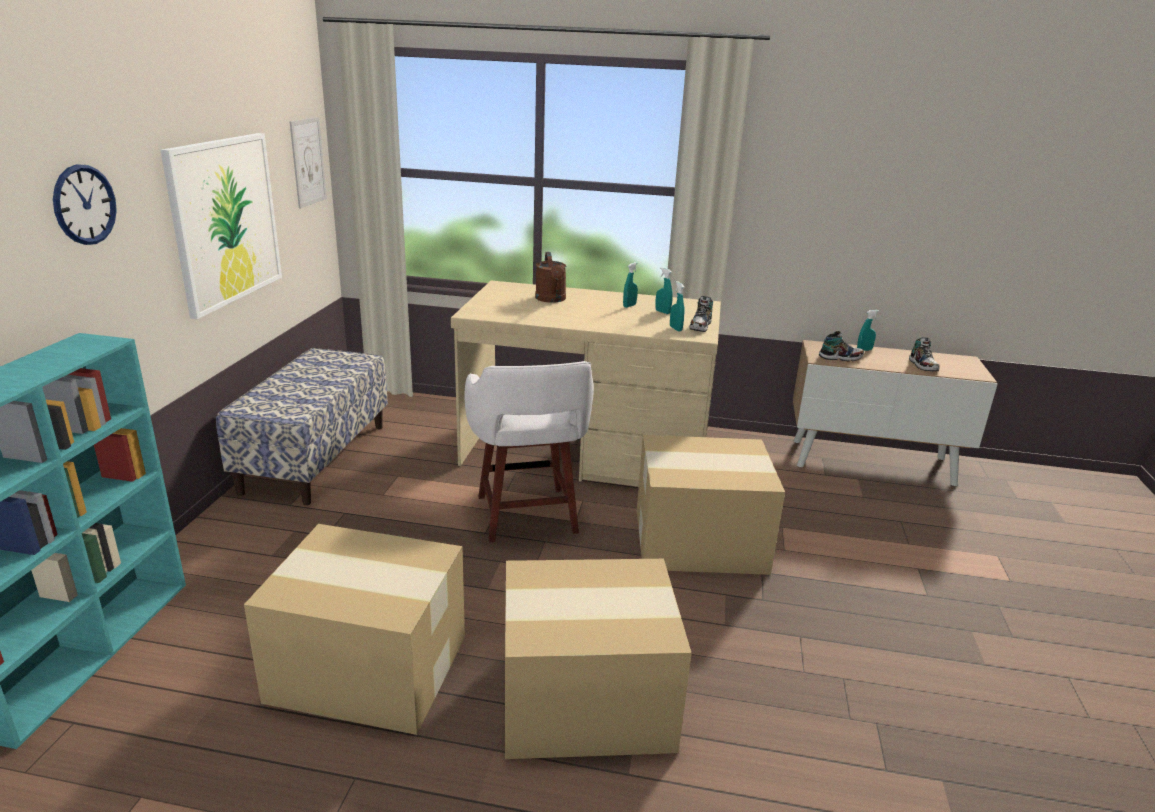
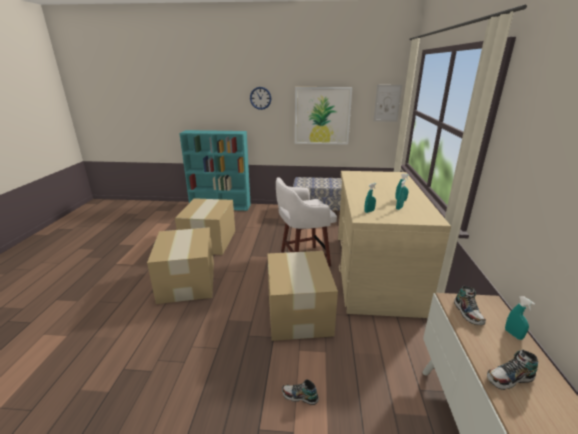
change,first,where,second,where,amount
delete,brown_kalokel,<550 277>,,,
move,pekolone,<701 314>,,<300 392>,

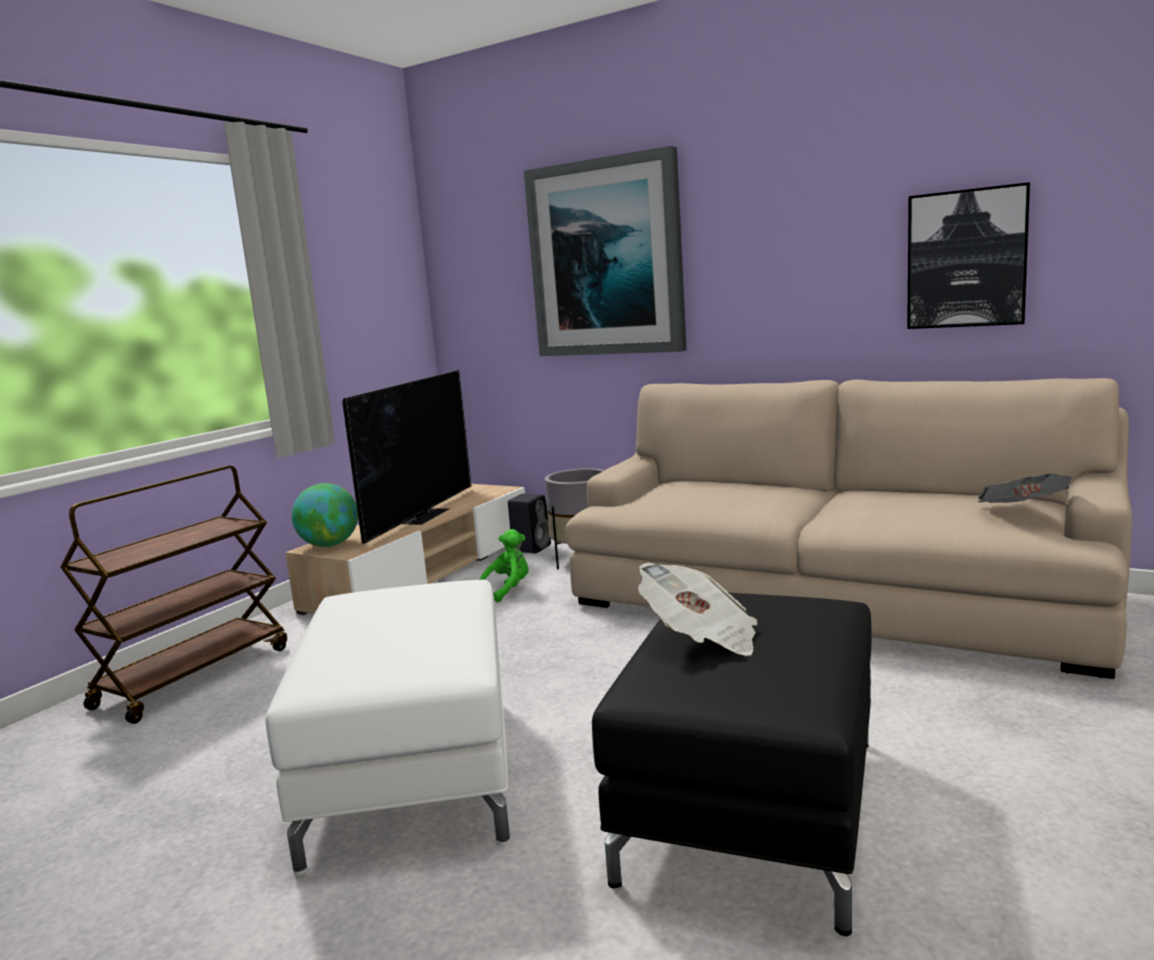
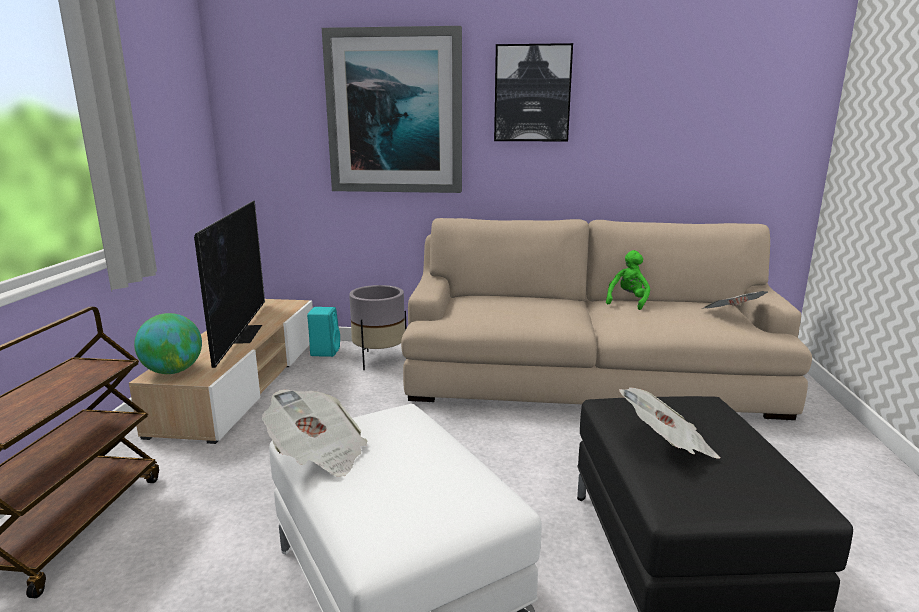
change,first,where,second,where,amount
insert,,,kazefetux,<315 433>,
move,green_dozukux,<504 566>,,<628 280>,
move,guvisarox,<968 255>,,<533 92>,
recolor,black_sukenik,<529 523>,turquoise_sukenik,<323 332>,

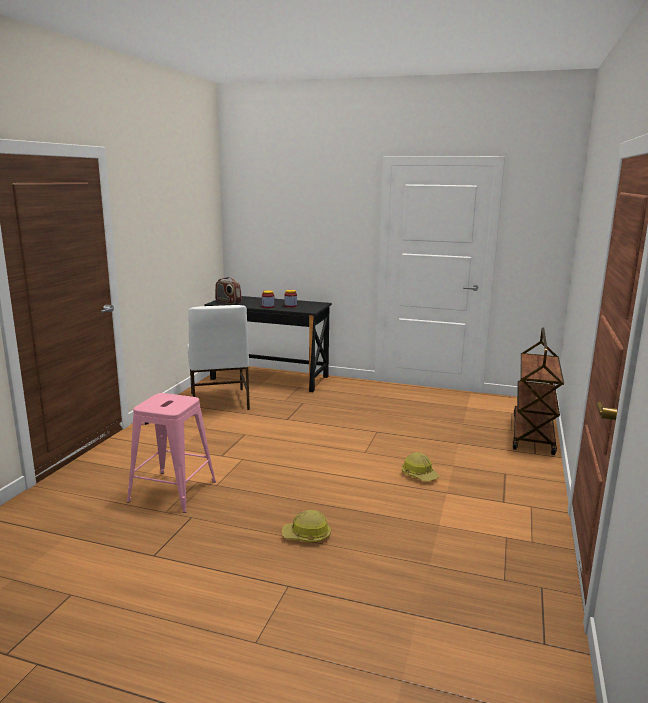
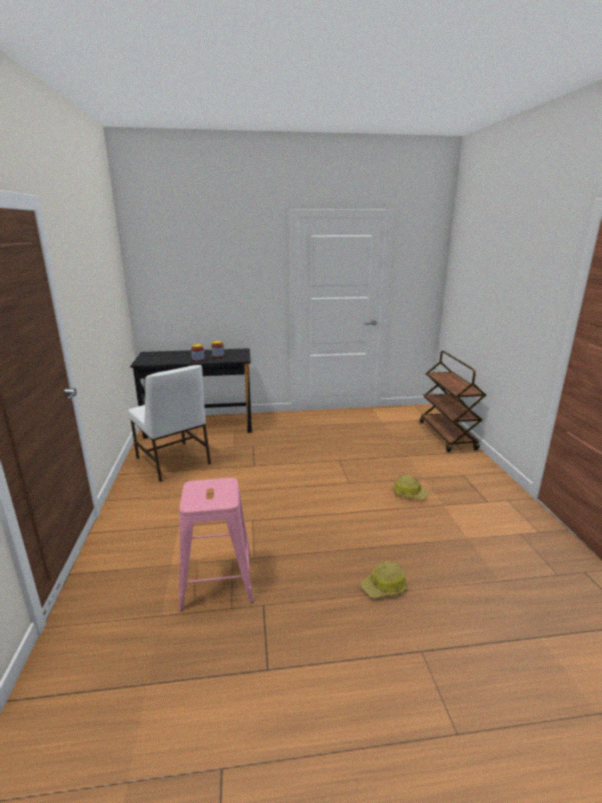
change,first,where,second,where,amount
delete,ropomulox,<228 290>,,,

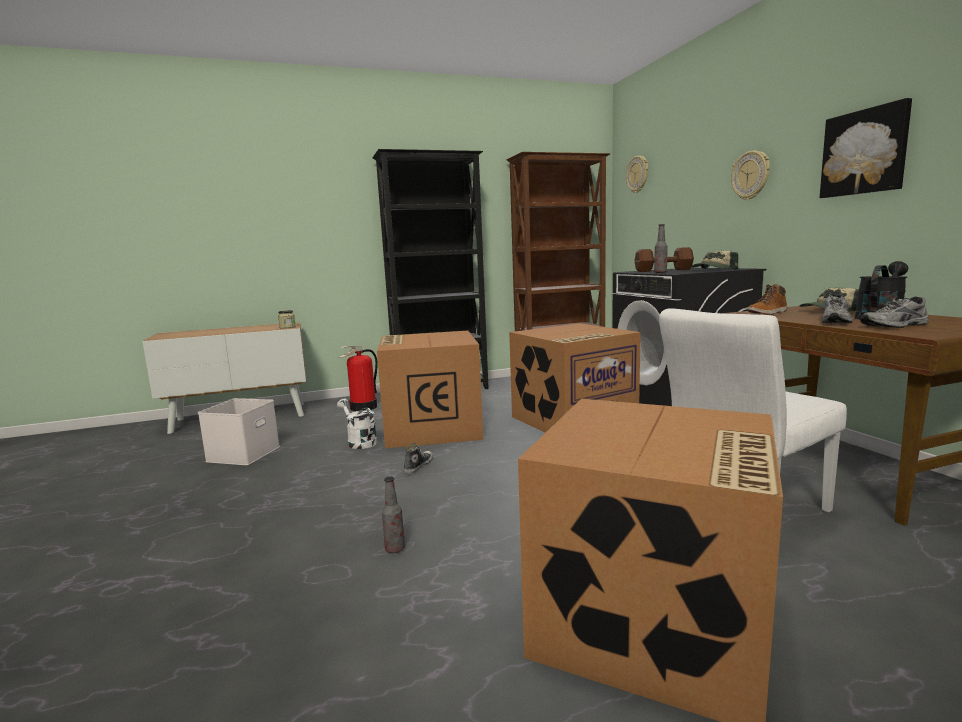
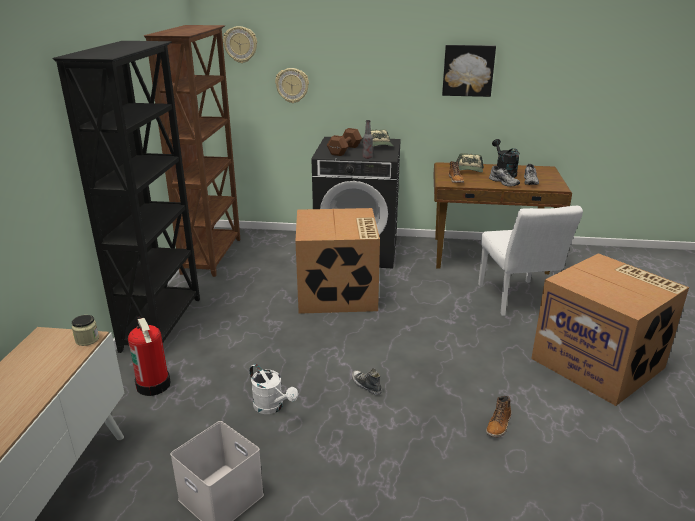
change,first,where,second,where,amount
delete,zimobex,<430 389>,,,
move,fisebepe,<750 175>,,<292 85>,
replace,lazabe,<393 515>,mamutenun,<498 416>,
rotate,white_kalokel,<357 424>,,<273 389>,120 degrees counterclockwise

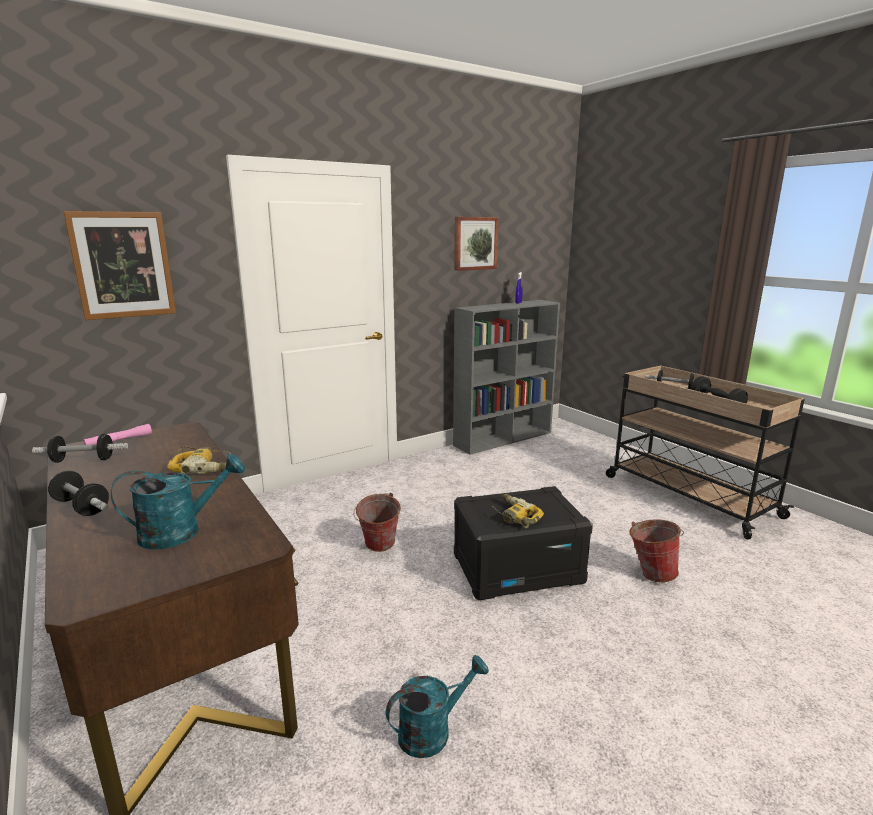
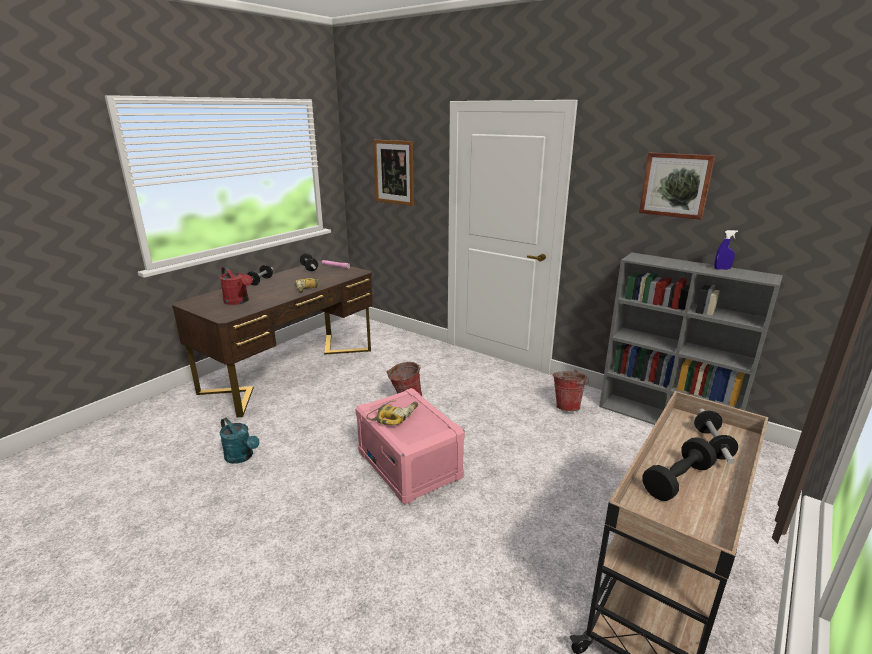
change,first,where,second,where,amount
move,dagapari,<656 550>,,<571 390>,
recolor,turquoise_kalokel,<178 501>,red_kalokel,<236 285>,
recolor,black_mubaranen,<523 543>,pink_mubaranen,<410 446>,

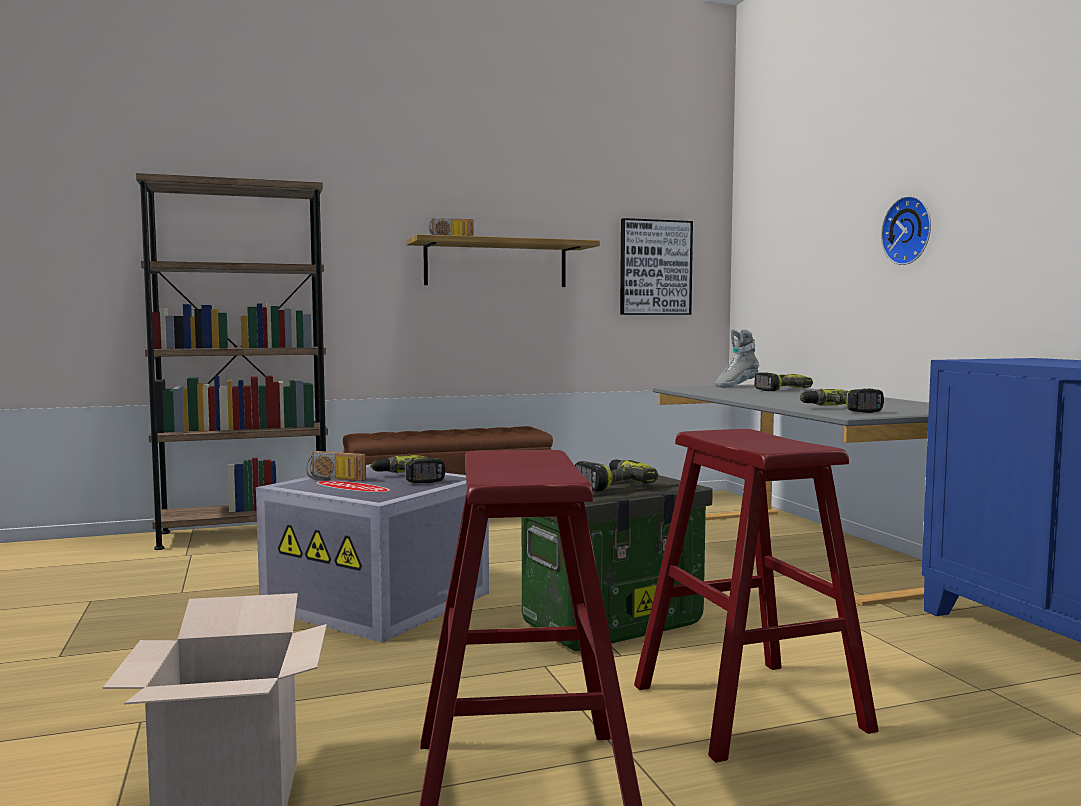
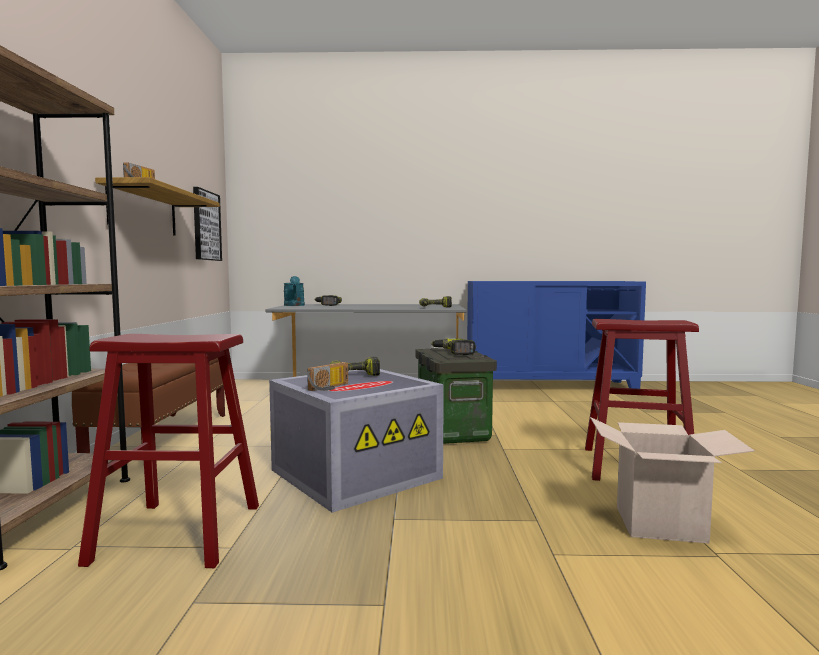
change,first,where,second,where,amount
delete,fisebepe,<906 230>,,,
move,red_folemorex,<756 596>,,<168 451>,
replace,grey_mamutenun,<737 358>,turquoise_kalokel,<294 291>,

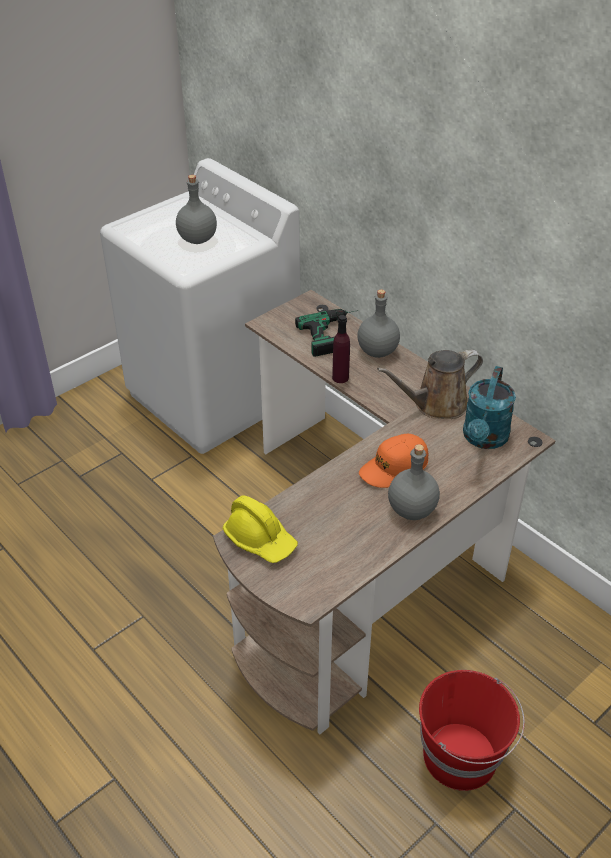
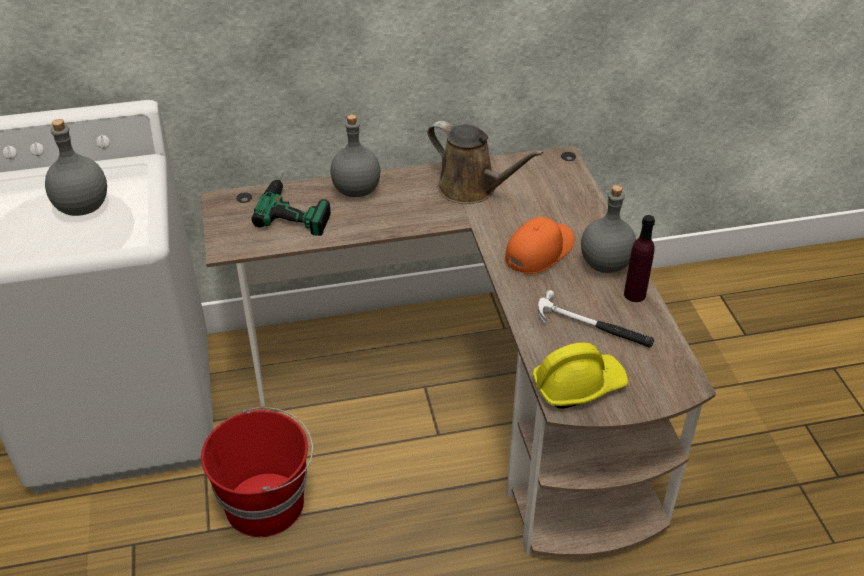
change,first,where,second,where,amount
delete,turquoise_kalokel,<489 407>,,,
insert,,,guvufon,<596 319>,
move,purple_lazabe,<341 349>,,<639 258>,
move,red_dagapari,<472 730>,,<257 472>,
rotate,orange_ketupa,<393 461>,,<539 245>,135 degrees counterclockwise
rotate,brown_kalokel,<430 384>,,<485 162>,60 degrees counterclockwise

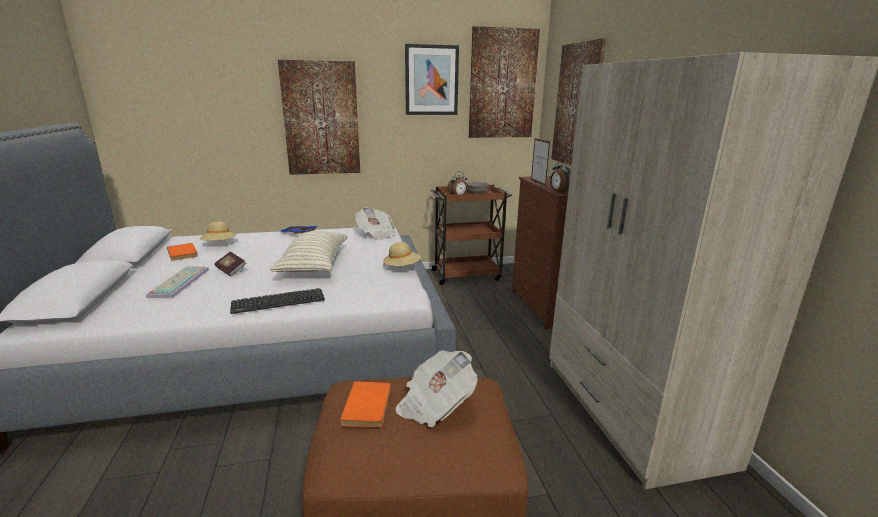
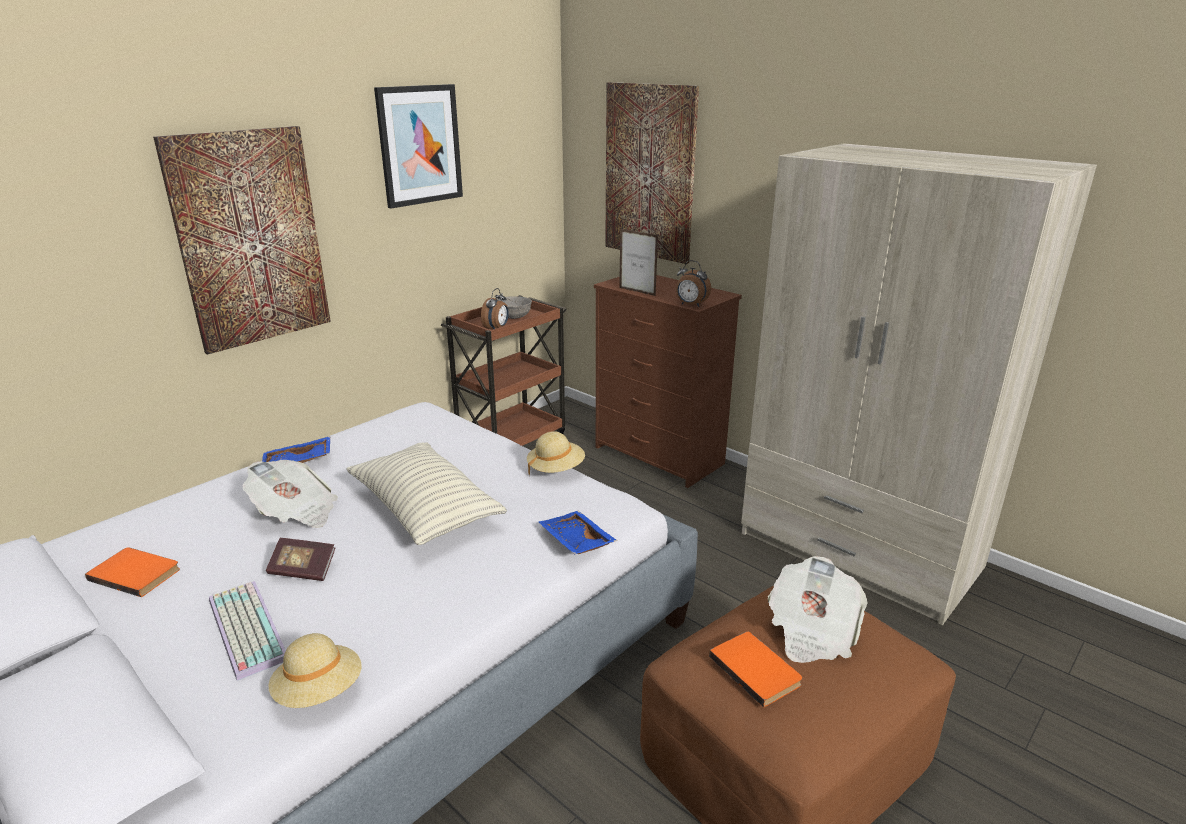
change,first,where,second,where,amount
delete,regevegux,<277 301>,,,
delete,guvisarox,<504 82>,,,
insert,,,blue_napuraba,<578 532>,
move,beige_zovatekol,<218 231>,,<315 670>,
move,kazefetux,<375 223>,,<290 494>,

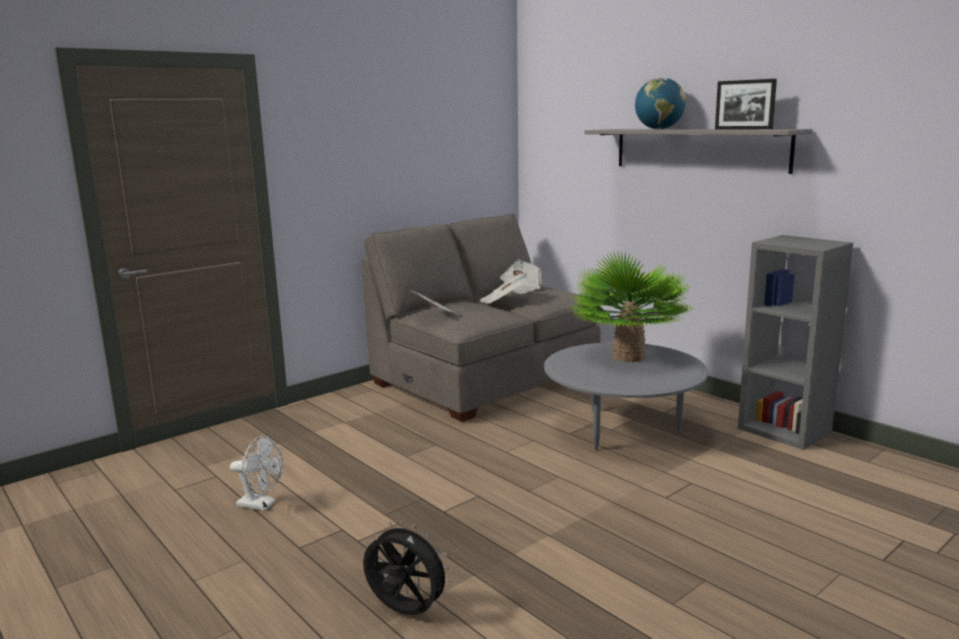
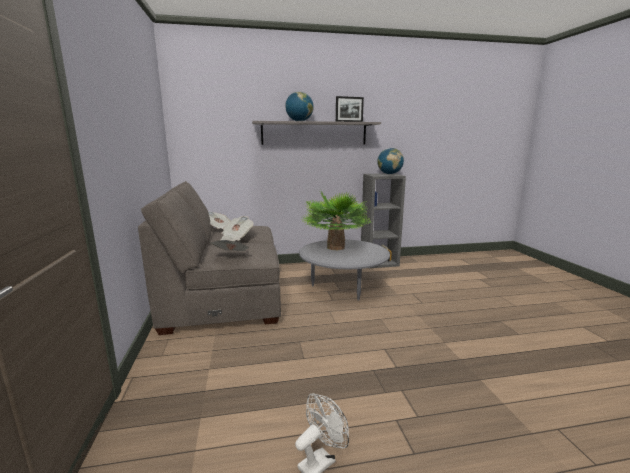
change,first,where,second,where,amount
delete,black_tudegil,<407 568>,,,
insert,,,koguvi,<390 161>,

